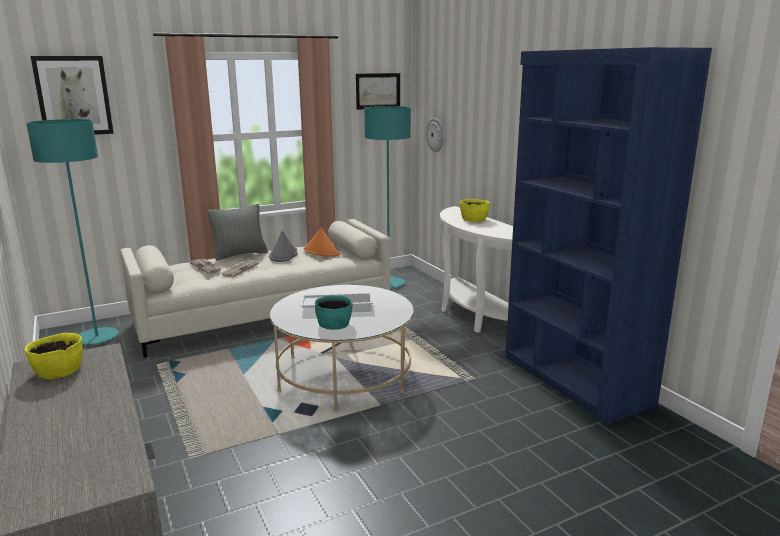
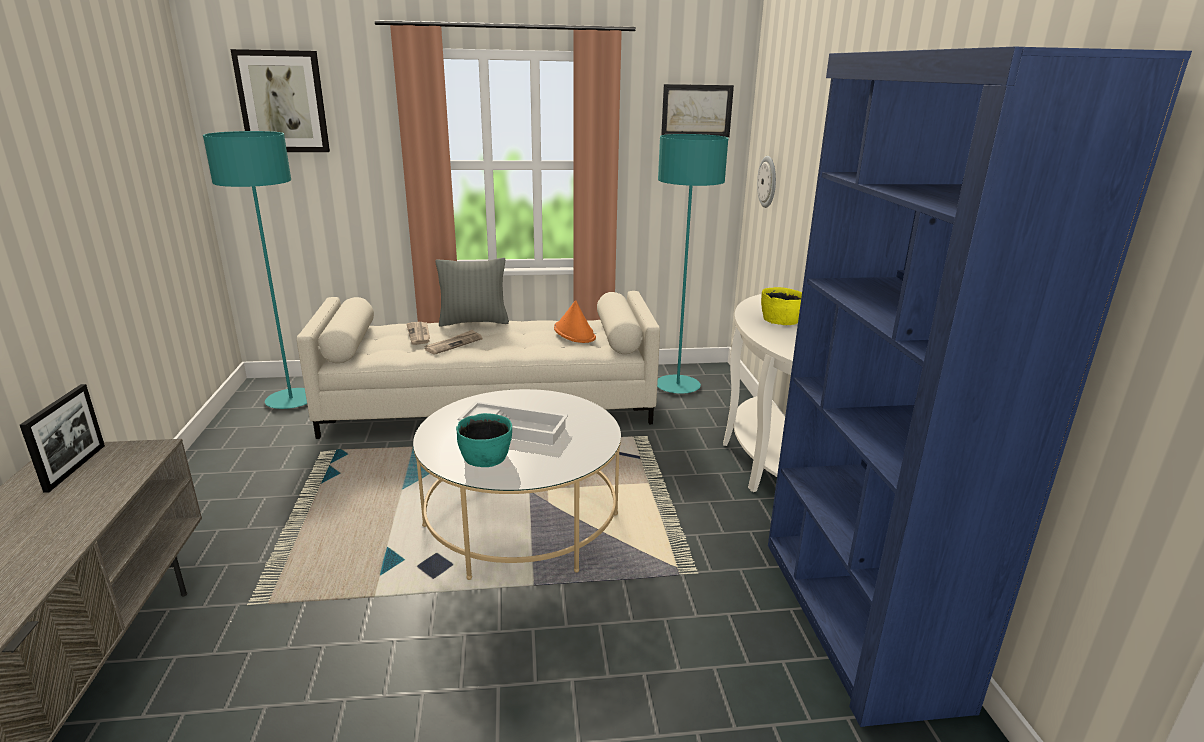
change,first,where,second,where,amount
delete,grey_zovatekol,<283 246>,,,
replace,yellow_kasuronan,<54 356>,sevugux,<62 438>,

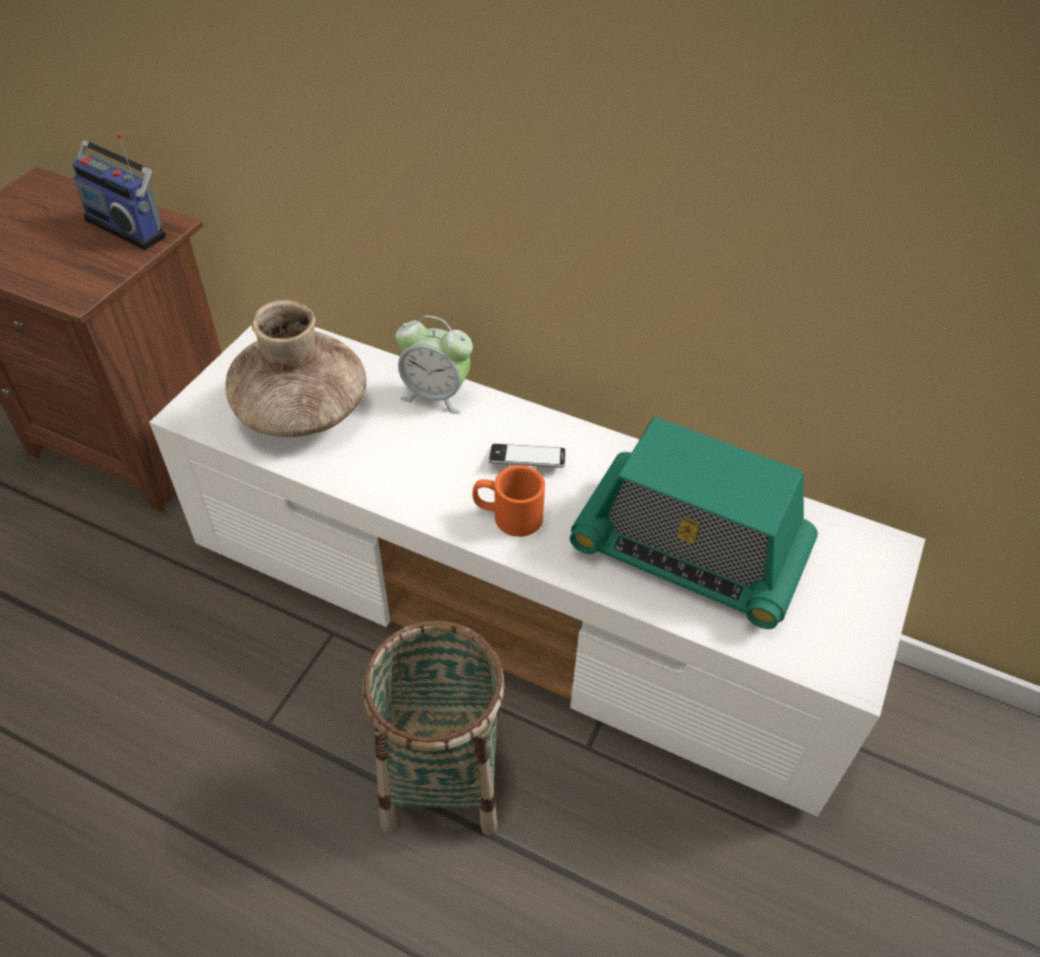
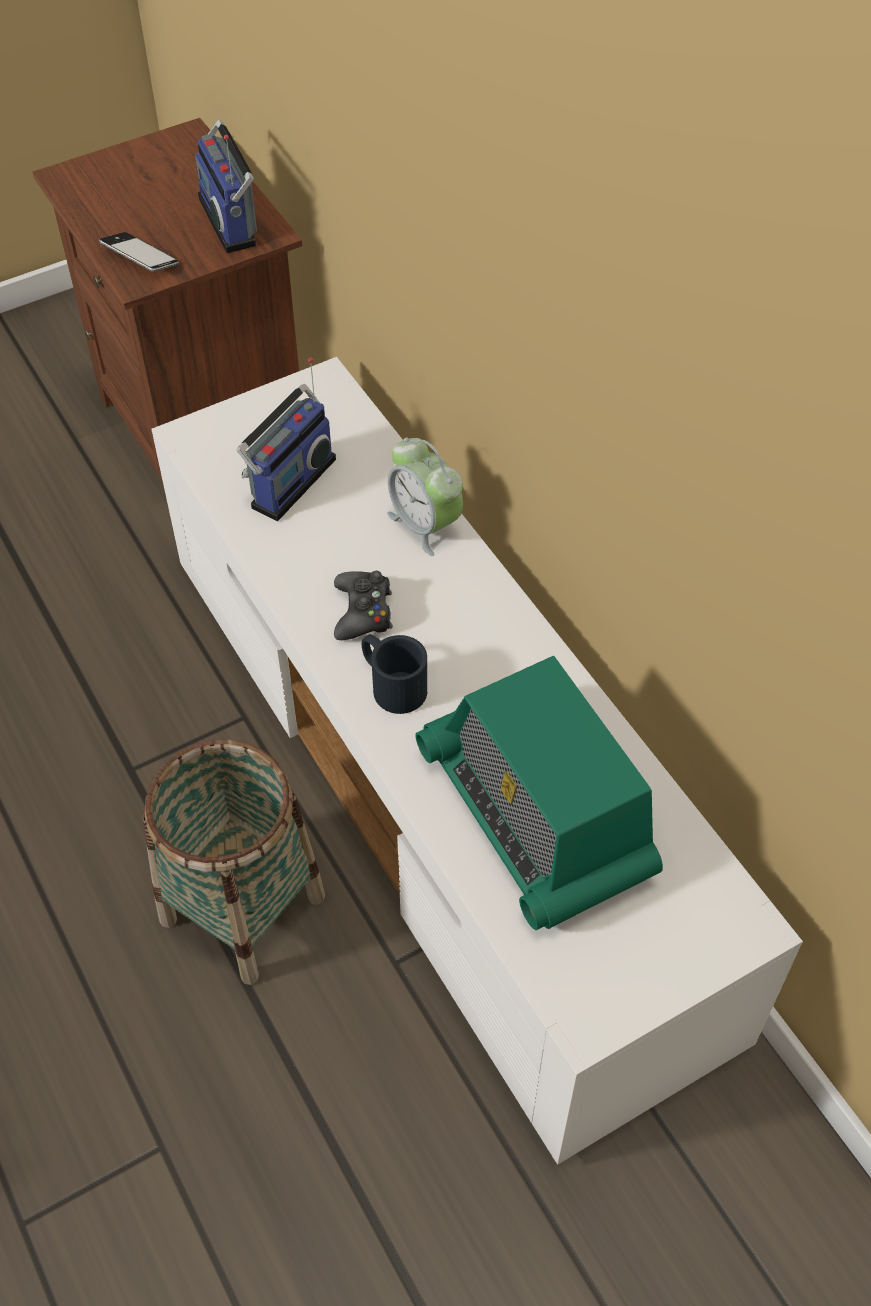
change,first,where,second,where,amount
insert,,,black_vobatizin,<363 605>,
move,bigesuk,<527 456>,,<139 252>,
replace,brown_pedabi,<295 368>,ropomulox,<286 439>,
recolor,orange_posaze,<508 501>,black_posaze,<394 674>,

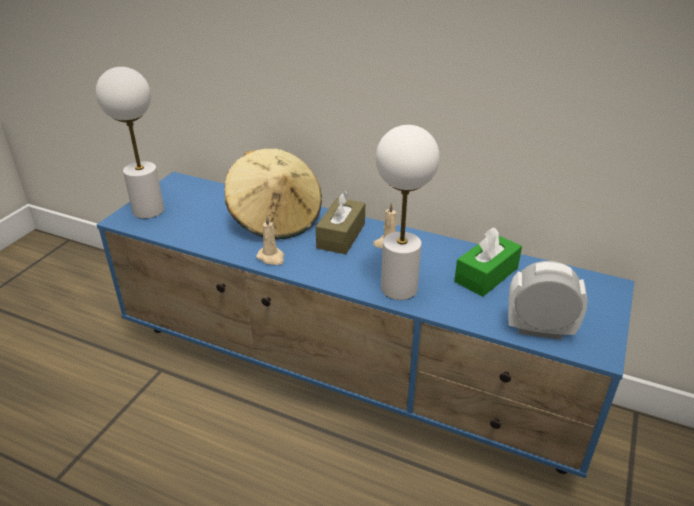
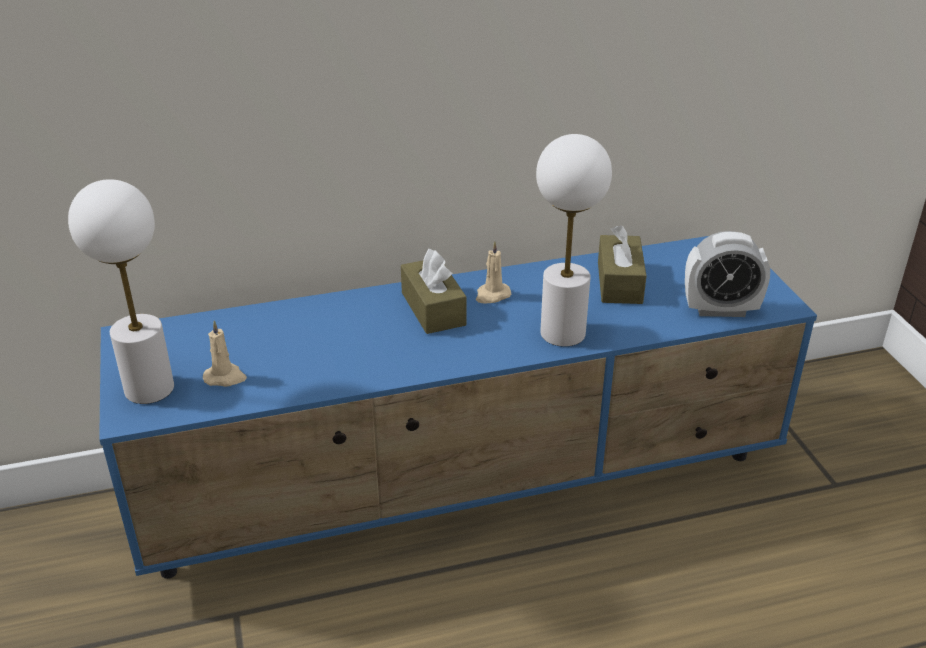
change,first,where,second,where,amount
delete,beige_zovatekol,<273 194>,,,
move,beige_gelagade,<270 240>,,<225 353>,
recolor,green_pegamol,<488 262>,brown_pegamol,<622 264>,
rotate,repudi,<548 300>,,<727 274>,150 degrees counterclockwise

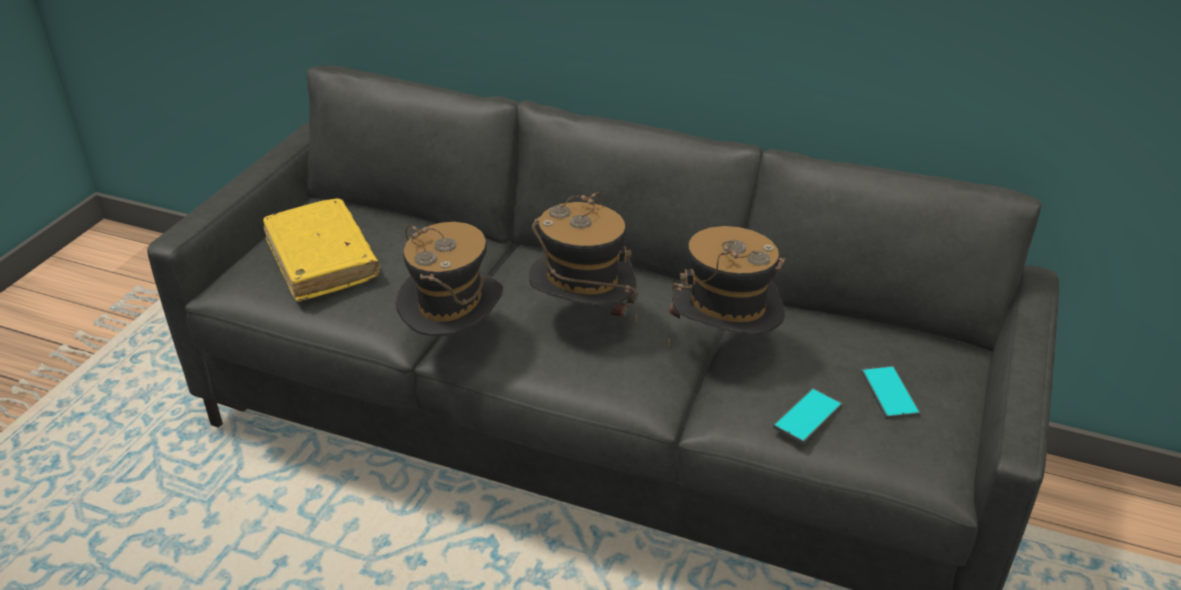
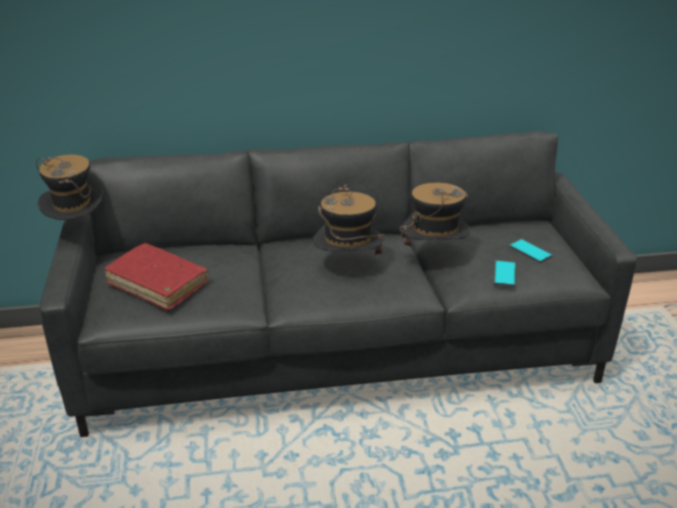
change,first,where,second,where,amount
move,zovatekol,<449 279>,,<69 187>,
recolor,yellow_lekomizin,<321 250>,red_lekomizin,<156 276>,

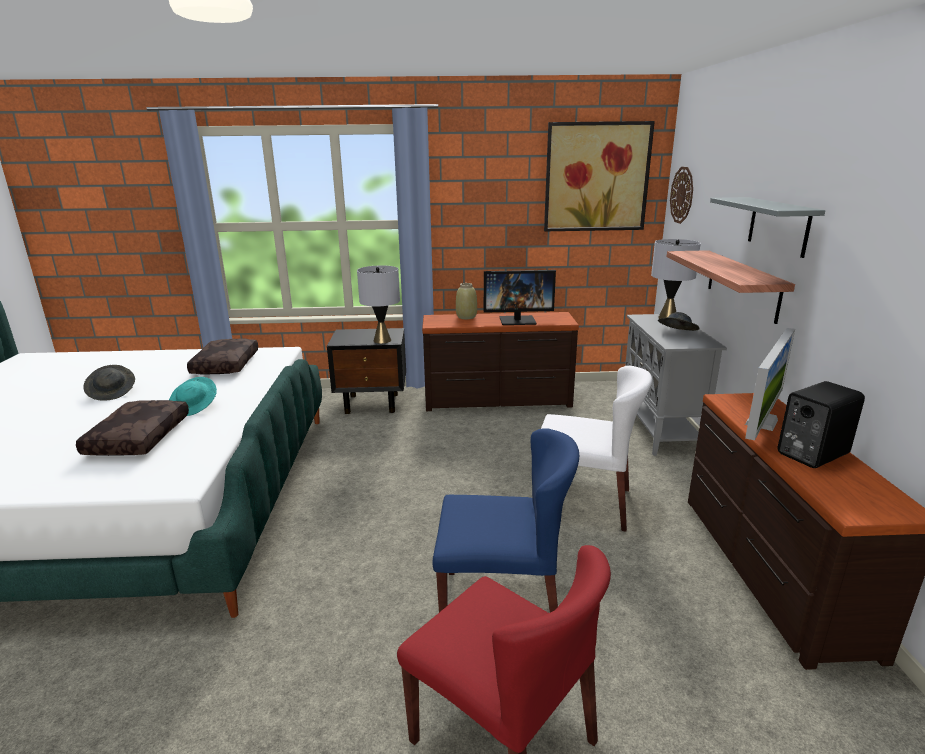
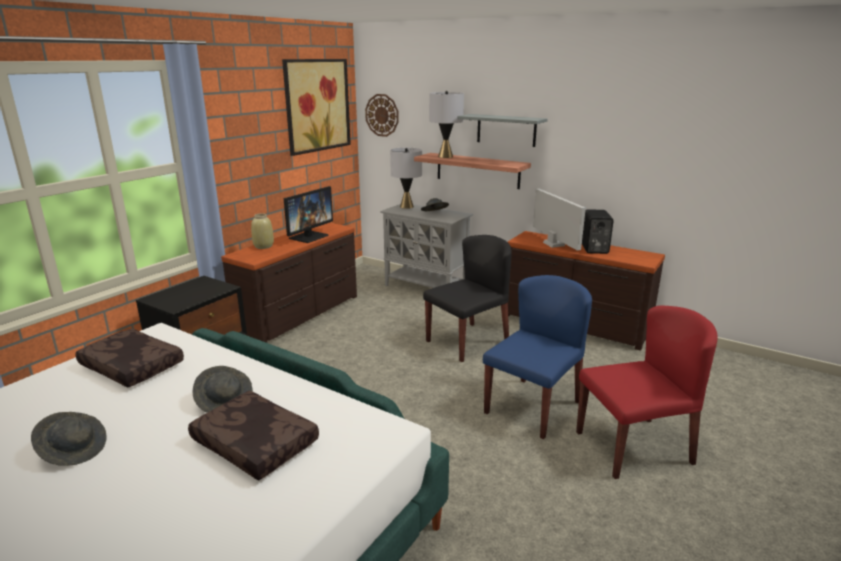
change,first,where,second,where,amount
move,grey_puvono,<378 304>,,<446 124>,
recolor,turquoise_zovatekol,<193 396>,grey_zovatekol,<222 389>,
recolor,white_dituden,<596 448>,black_dituden,<467 298>,

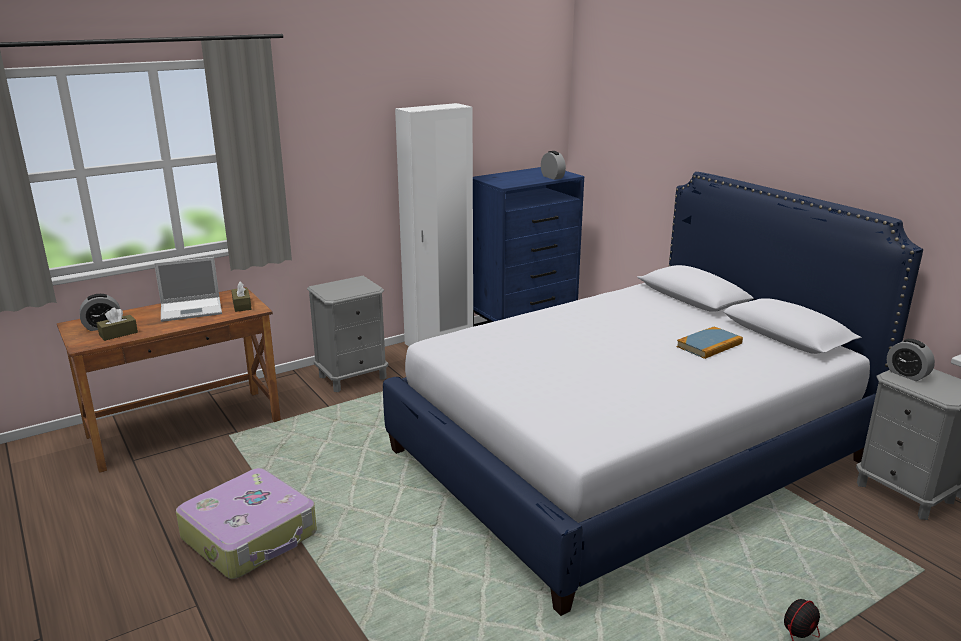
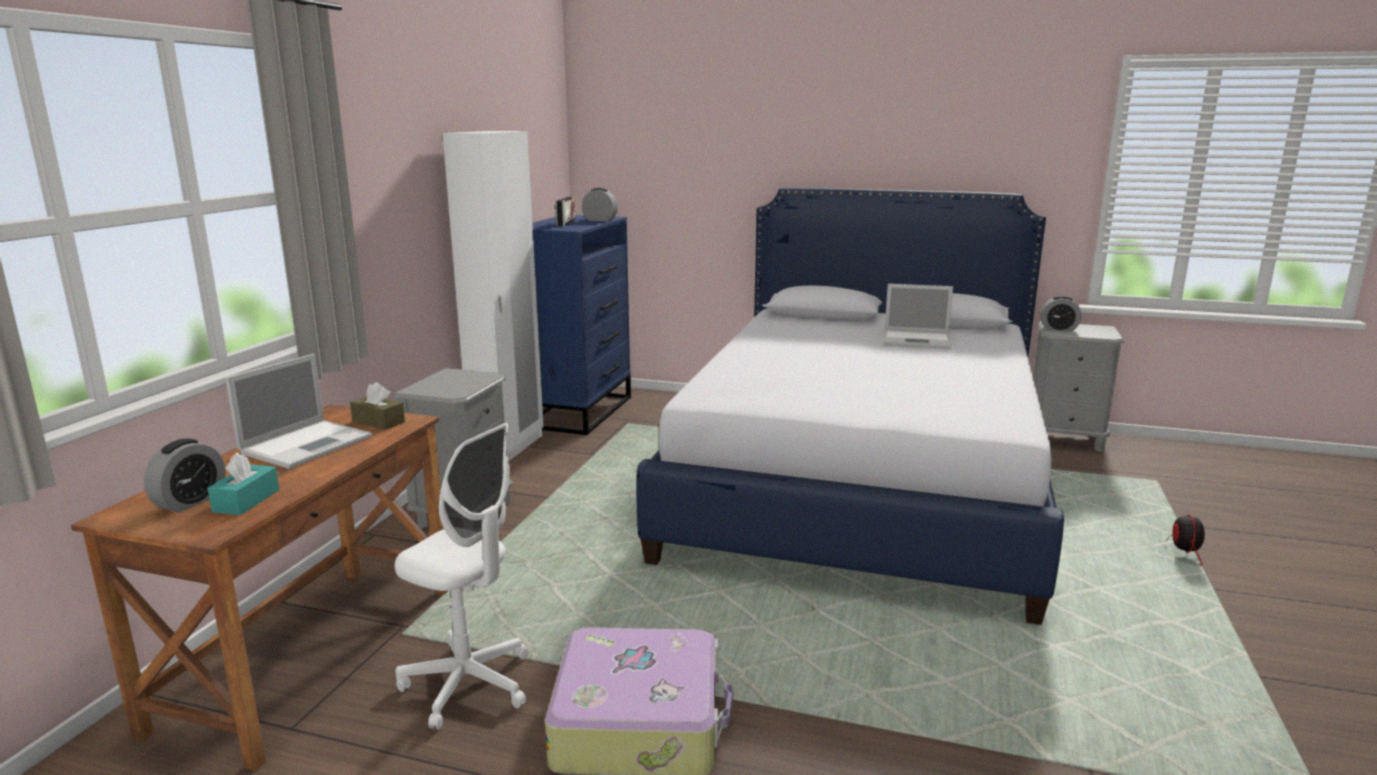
change,first,where,second,where,amount
insert,,,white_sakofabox,<461 576>,
insert,,,ropomulox,<565 211>,
replace,lekomizin,<710 343>,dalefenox,<918 316>,
recolor,brown_pegamol,<117 324>,turquoise_pegamol,<243 484>,

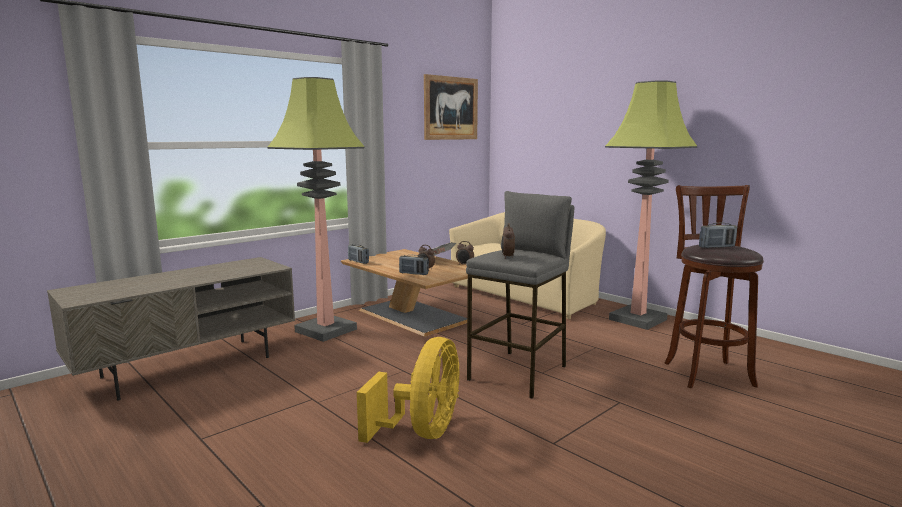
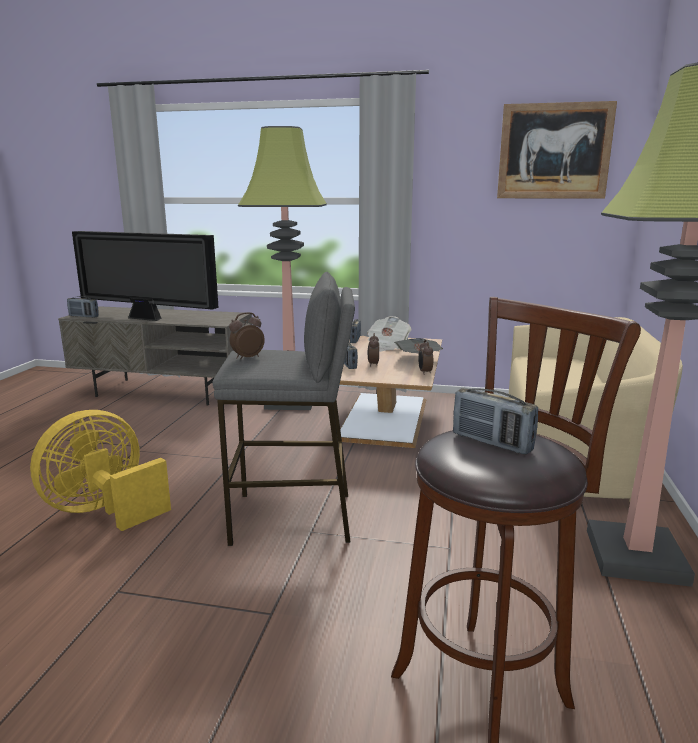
change,first,where,second,where,amount
insert,,,ropomulox,<83 307>,
insert,,,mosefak,<145 276>,
insert,,,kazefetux,<389 334>,
rotate,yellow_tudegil,<408 390>,,<100 470>,150 degrees clockwise

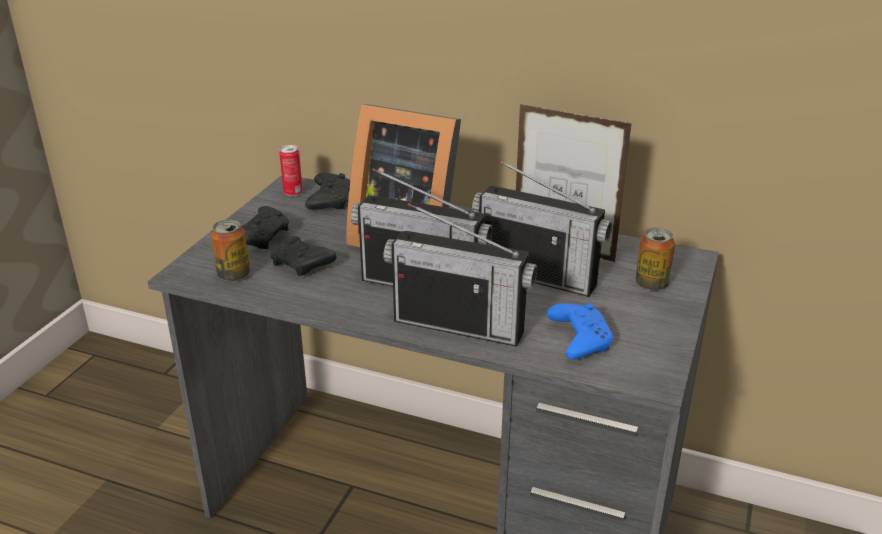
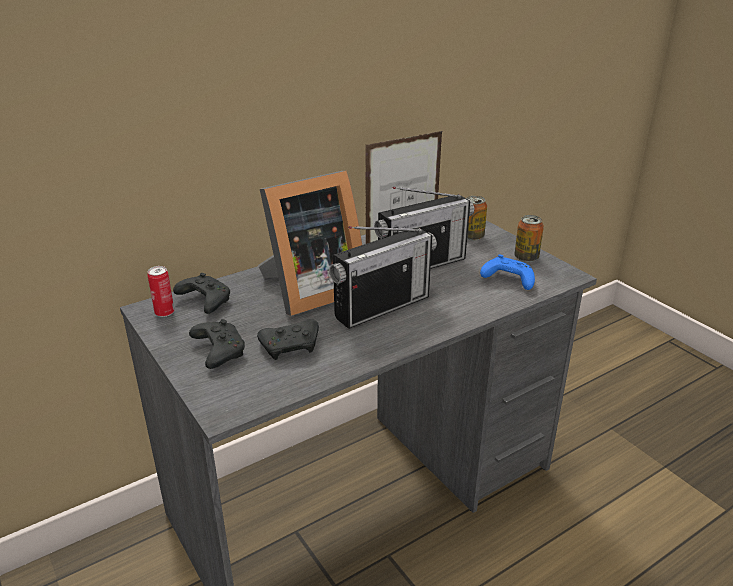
change,first,where,second,where,amount
delete,ropomulox,<460 275>,,,
move,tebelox,<230 251>,,<529 238>,

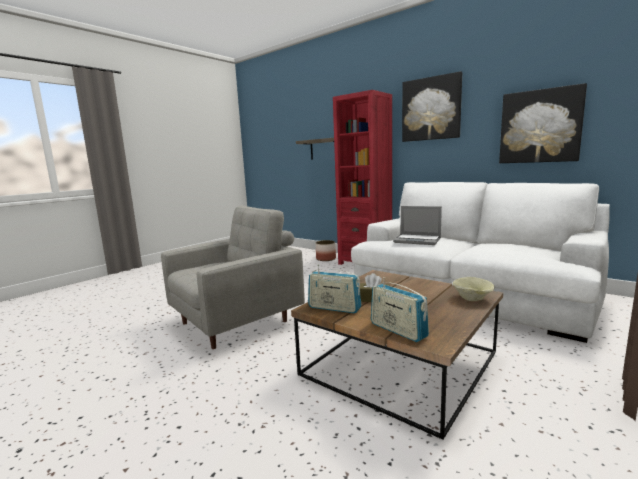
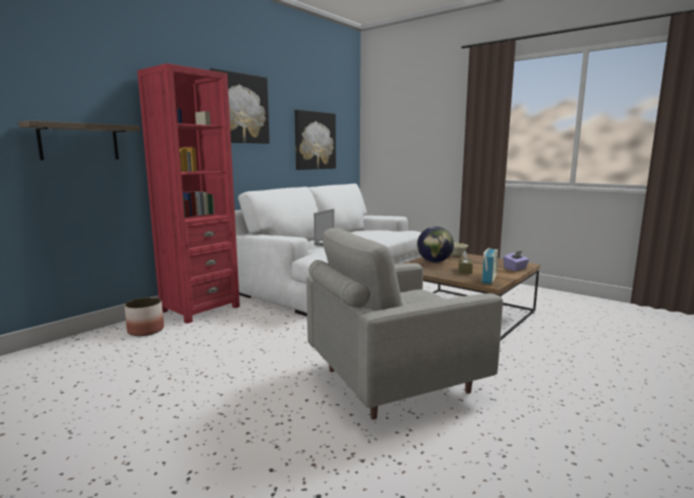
change,first,where,second,where,amount
insert,,,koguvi,<435 244>,
replace,ropomulox,<400 309>,purple_pegamol,<516 260>,
rotate,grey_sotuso,<233 277>,,<404 324>,75 degrees counterclockwise

